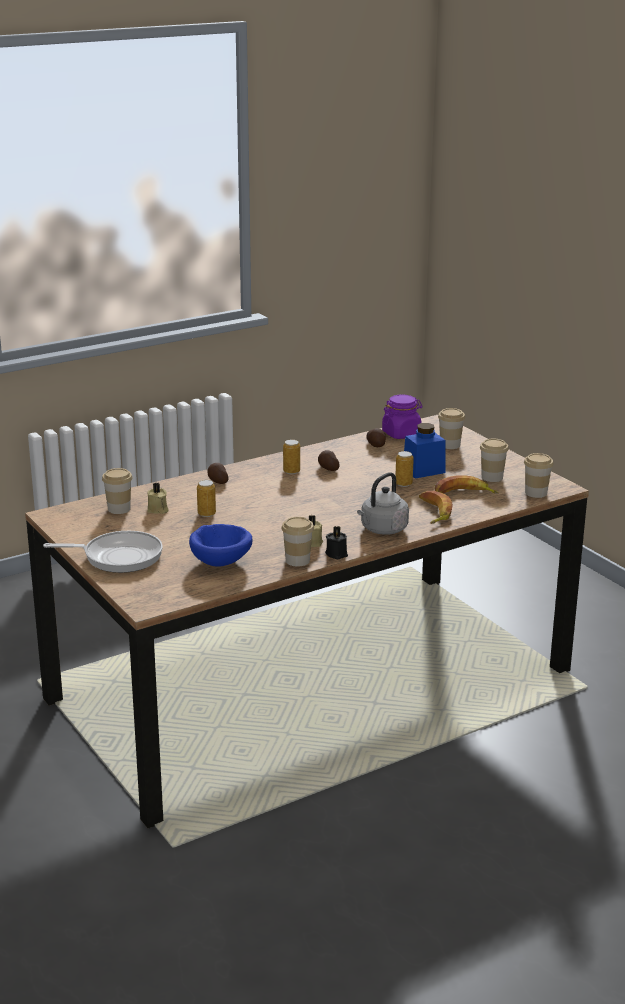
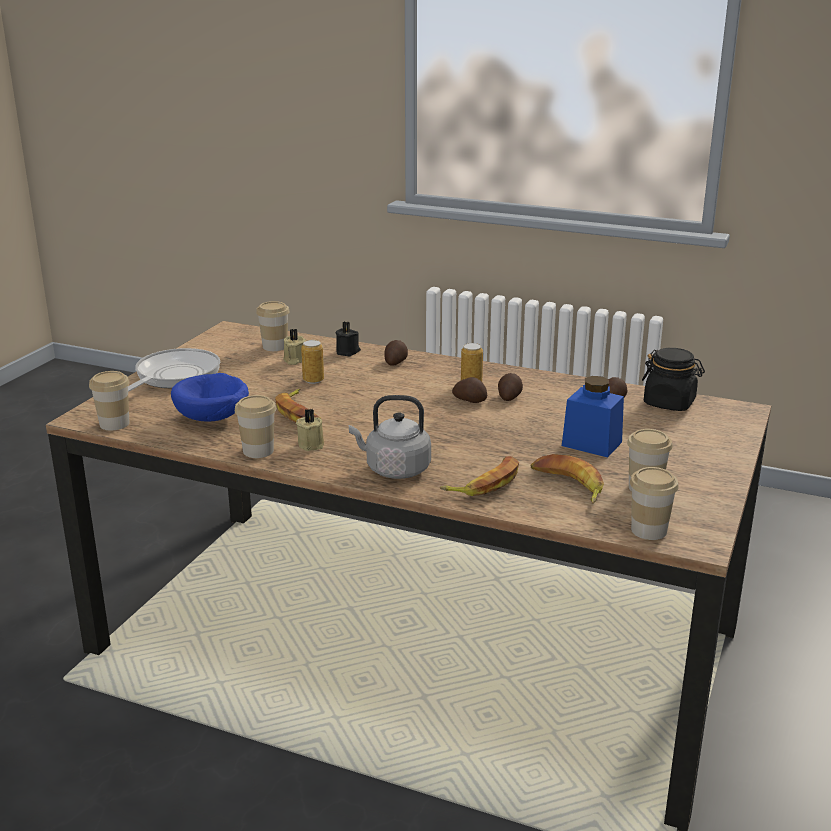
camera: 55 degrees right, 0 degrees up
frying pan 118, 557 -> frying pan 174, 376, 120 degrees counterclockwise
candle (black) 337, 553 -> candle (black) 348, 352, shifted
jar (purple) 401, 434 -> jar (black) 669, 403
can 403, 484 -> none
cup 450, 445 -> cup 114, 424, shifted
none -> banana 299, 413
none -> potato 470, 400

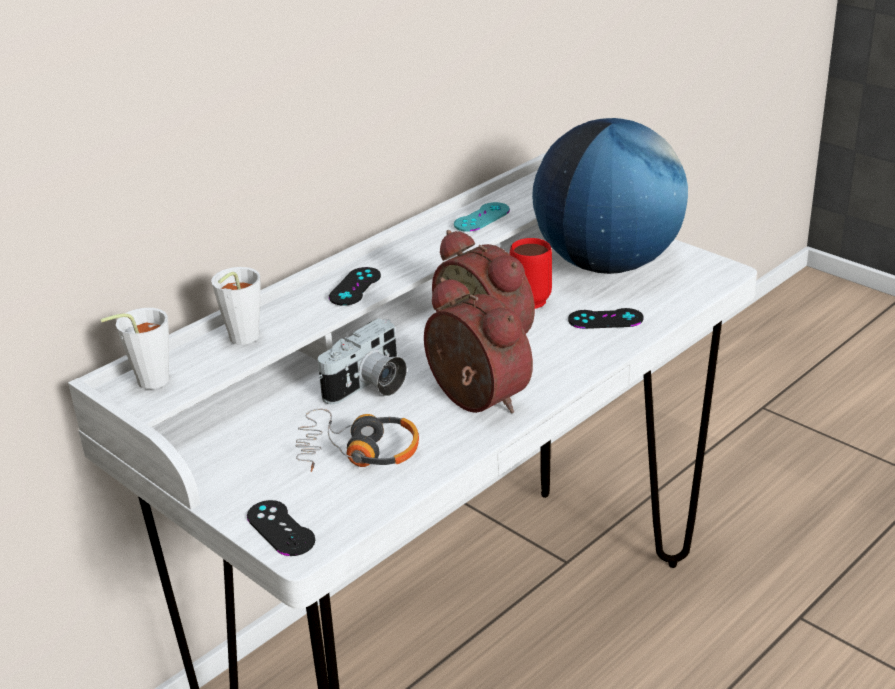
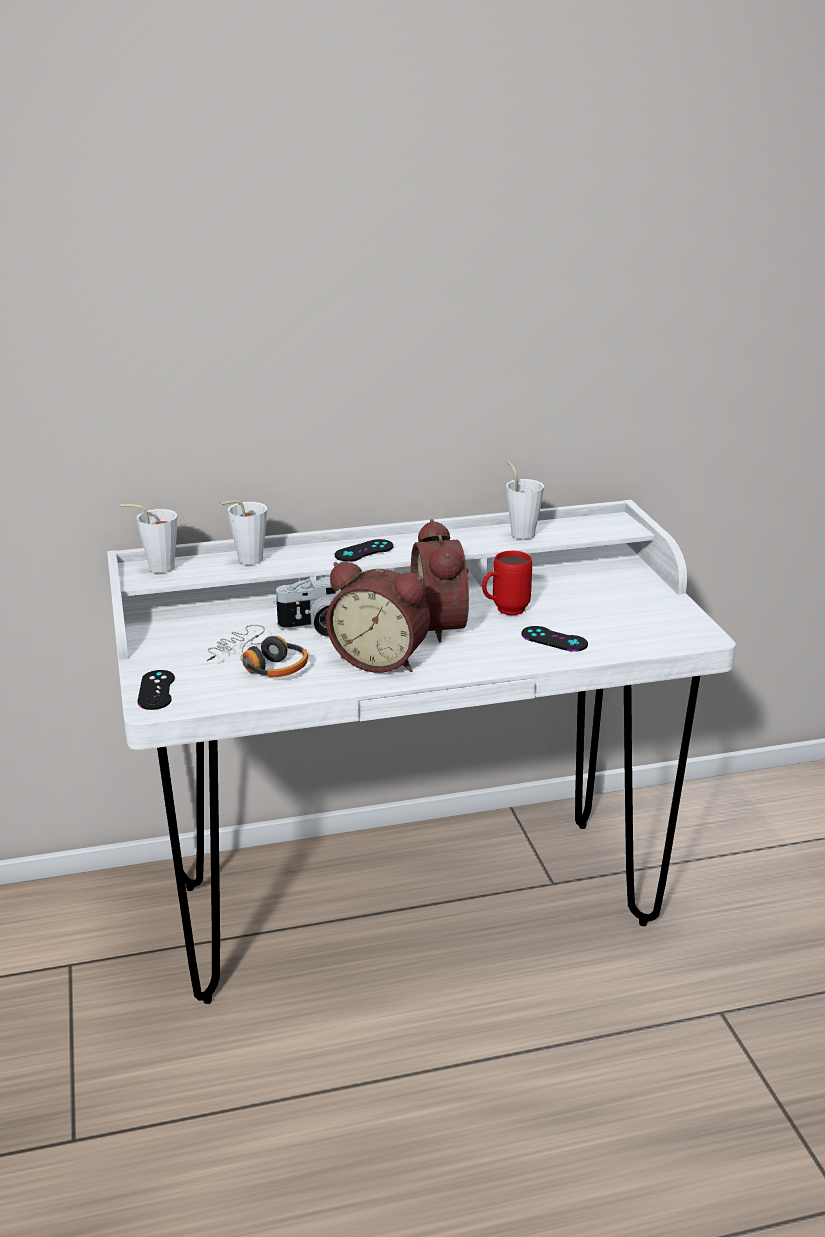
camera: 30 degrees right, 5 degrees down
alarm clock 473, 400 -> alarm clock 381, 659, 120 degrees clockwise
game controller (turquoise) 482, 217 -> cup (white) 520, 532
globe 607, 264 -> none

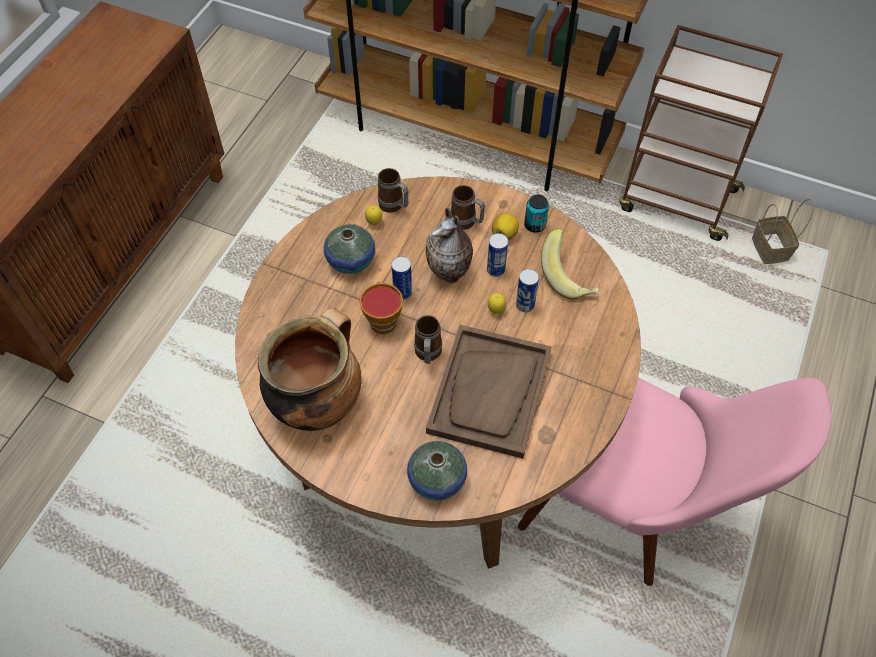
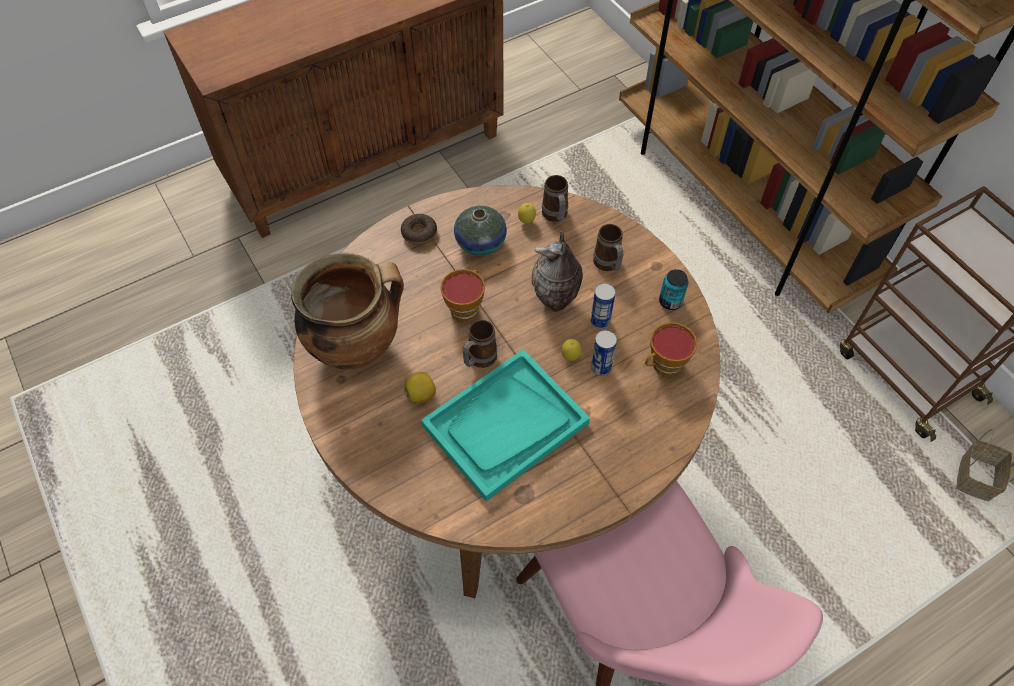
camera: 35 degrees right, 0 degrees up
can 402, 293 -> none
vase 437, 479 -> none
tray (brown) 490, 392 -> tray (turquoise) 505, 425
lemon 504, 234 -> lemon 421, 394, shifted
banana 569, 277 -> cup 664, 366
none -> donut 419, 233

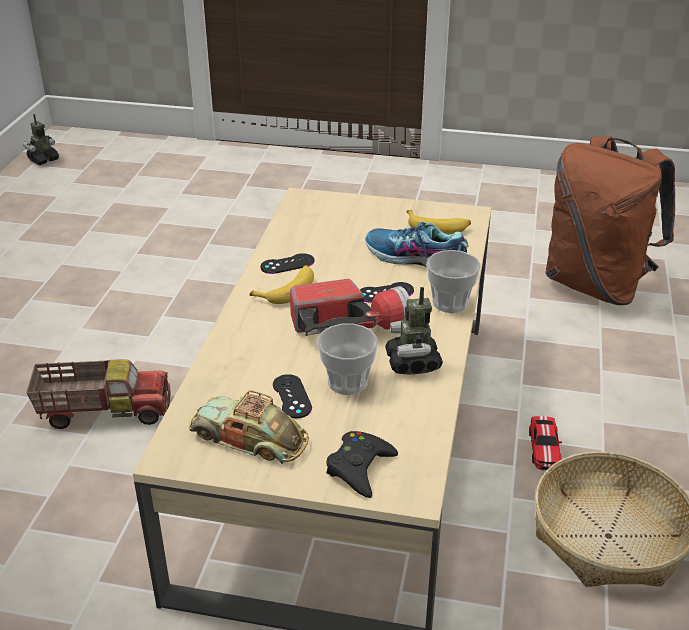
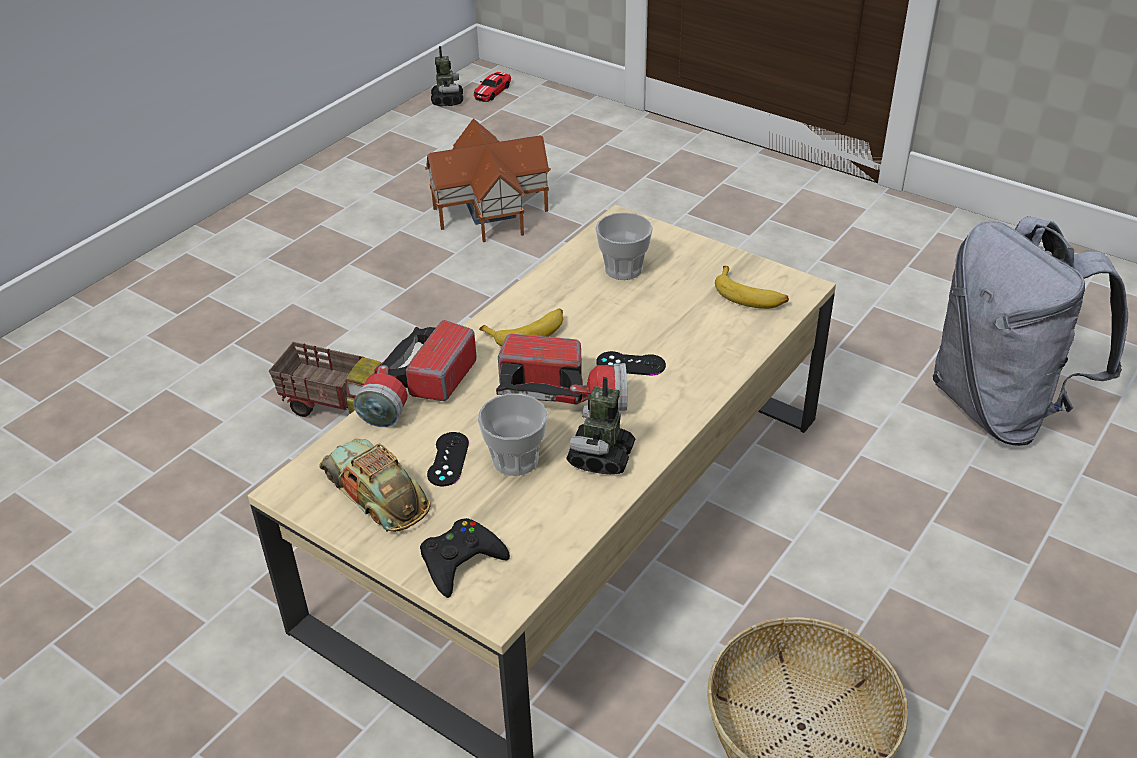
camera: 25 degrees right, 5 degrees up
toy robot 43, 160 -> toy robot 447, 101, 105 degrees clockwise
game controller (black) 287, 264 -> none
shoe 416, 260 -> none
cup 450, 303 -> cup 623, 269, shifted
toy car 544, 447 -> toy car 492, 91, shifted
backpack (brown) 596, 285 -> backpack (grey) 1000, 408
none -> flashlight 418, 390
none -> toy house 492, 209

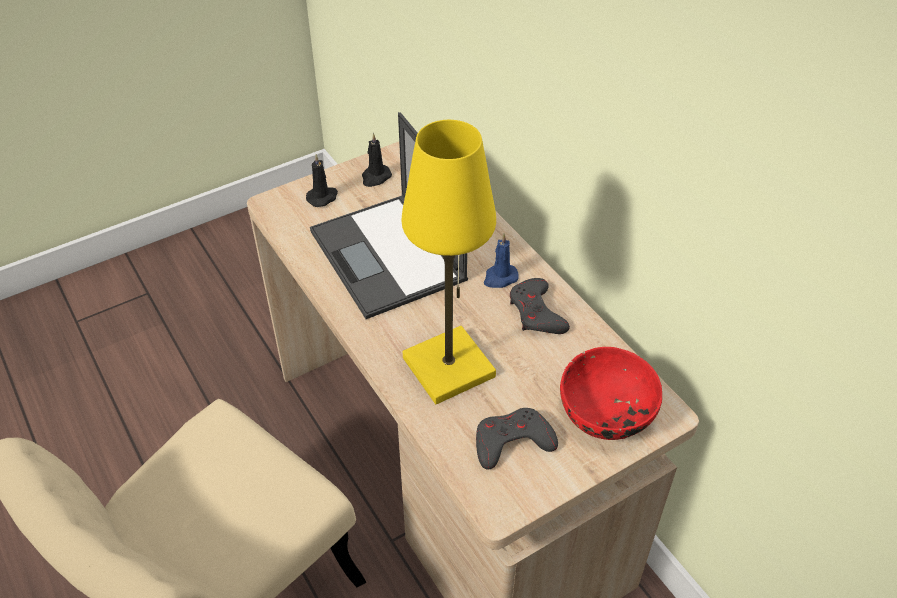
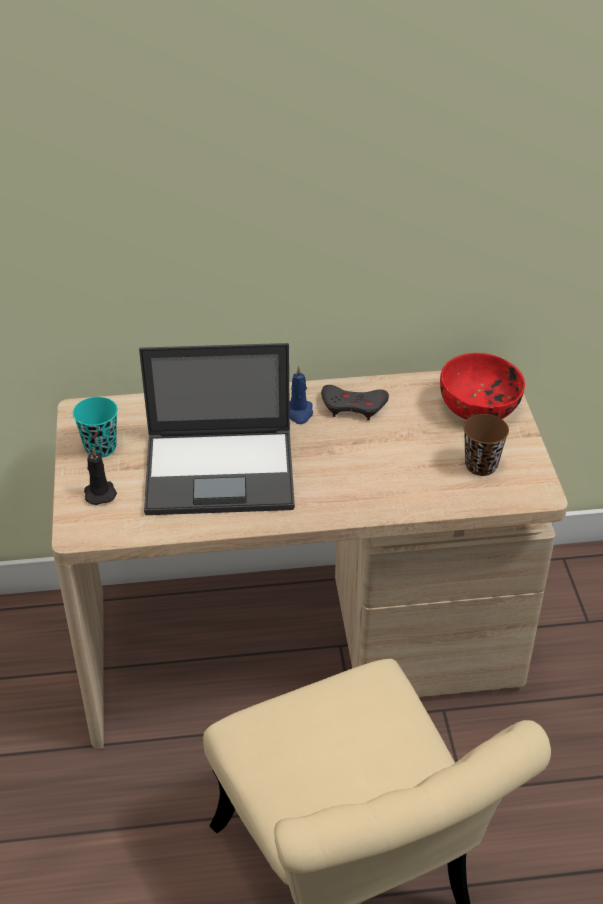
camera: 65 degrees left, 5 degrees down
candle (black) 375, 177 -> cup (turquoise) 100, 448
table lamp (yellow) 448, 367 -> none
game controller (grey) 512, 442 -> cup (brown) 481, 465

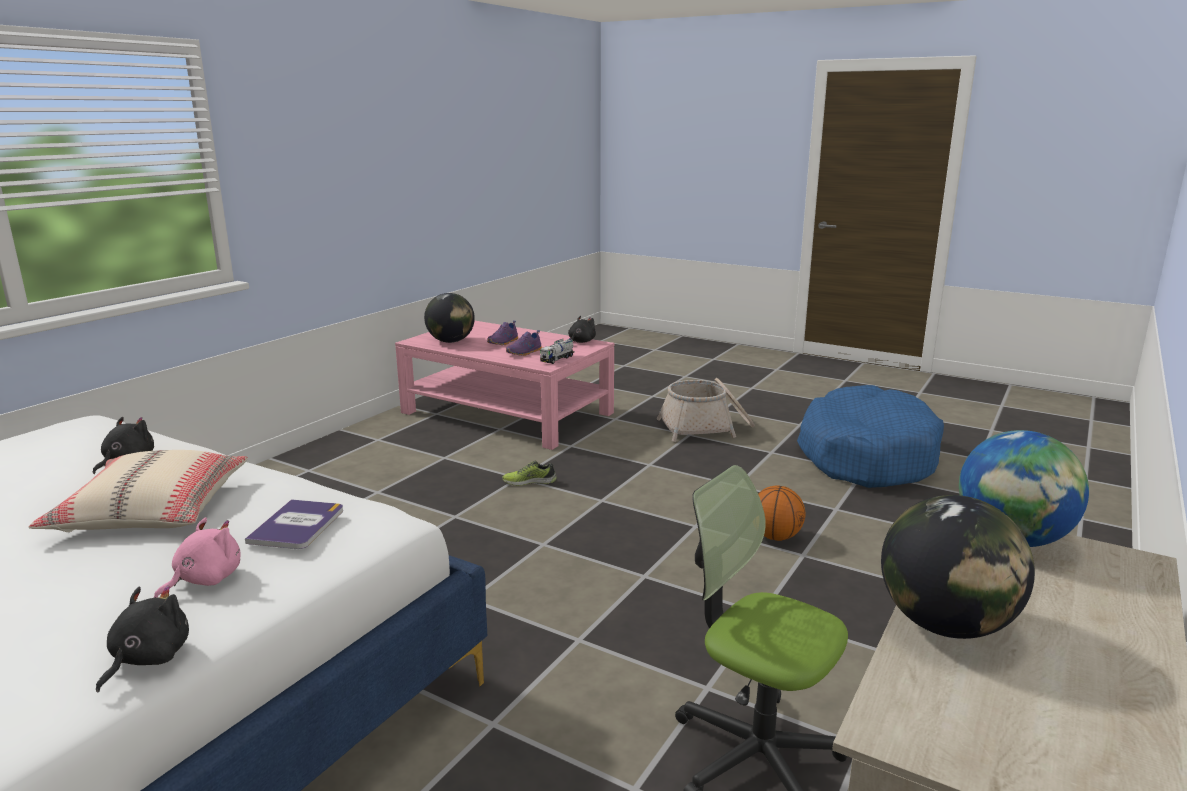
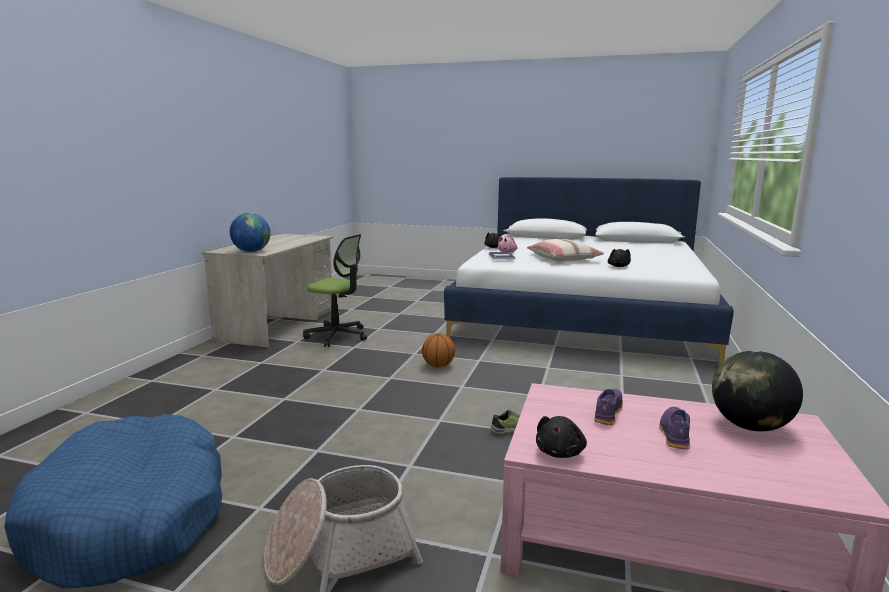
camera: 165 degrees right, 5 degrees down
toy truck 557, 359 -> none
basketball 775, 537 -> basketball 438, 366, shifted
globe 945, 625 -> none

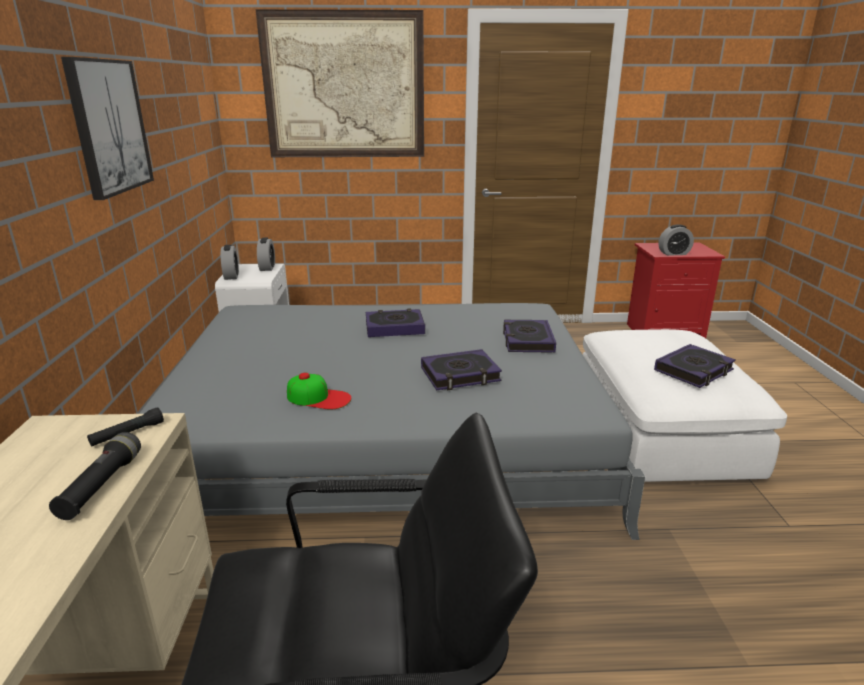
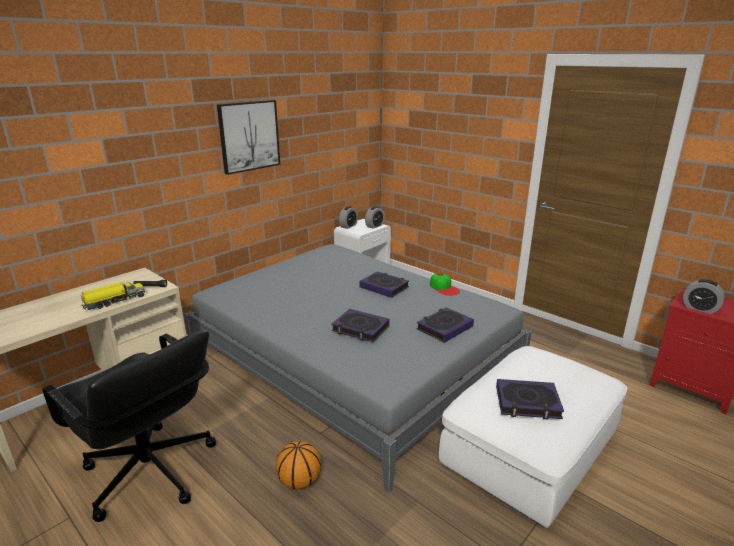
camera: 45 degrees right, 0 degrees up
flashlight (black) 101, 486 -> toy truck 114, 301
picture 344, 86 -> none
cap 318, 397 -> cap 444, 288, shifted
none -> basketball 299, 481

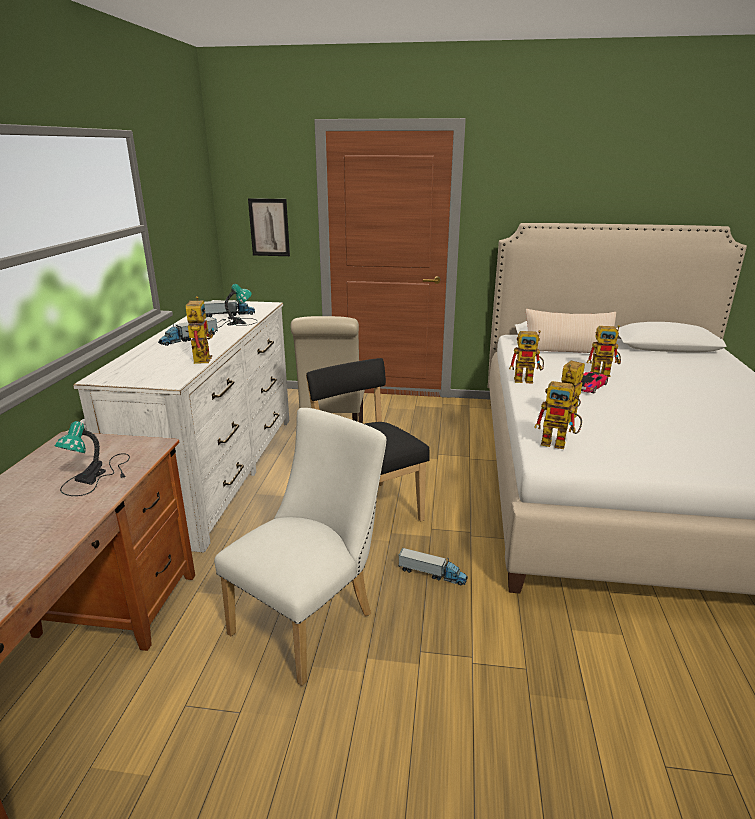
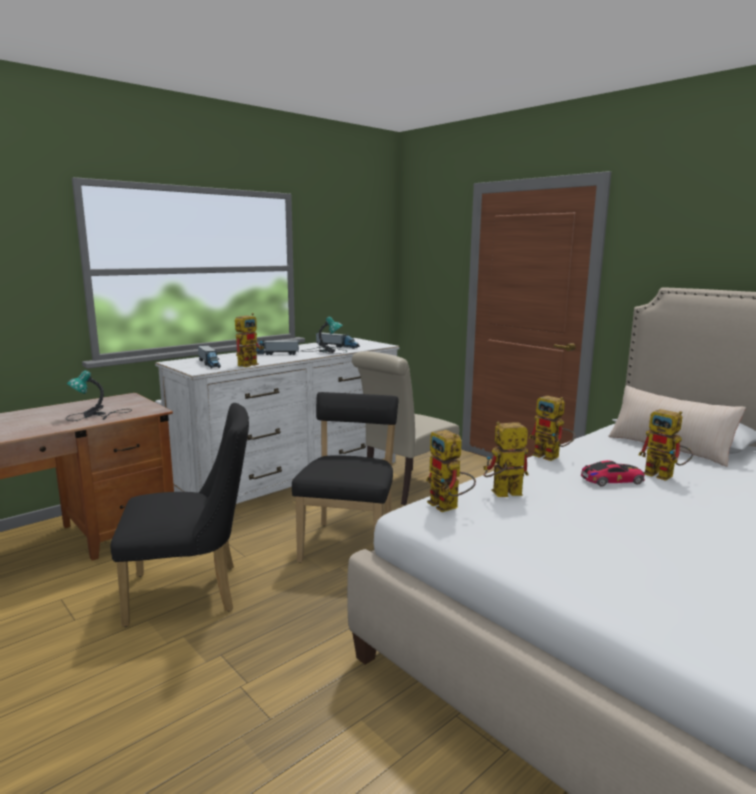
camera: 40 degrees right, 10 degrees down
chair (white) 310, 619 -> chair (black) 193, 592
picture 269, 227 -> none
toy truck 432, 574 -> toy truck 209, 364, shifted

